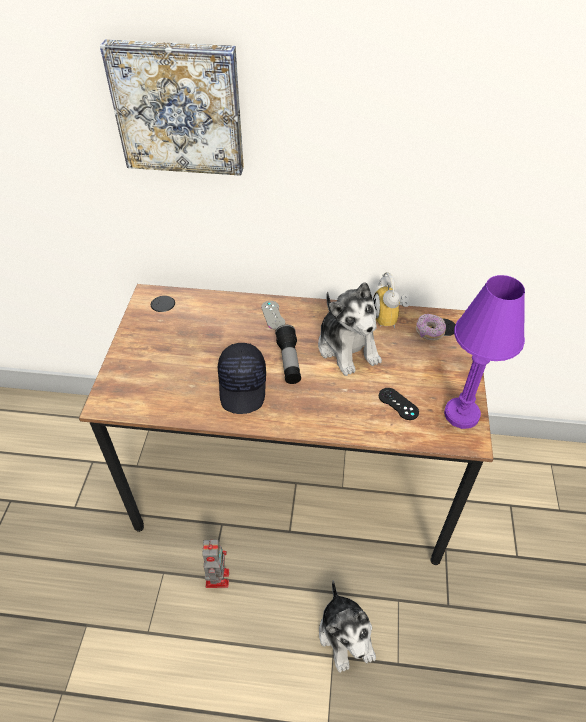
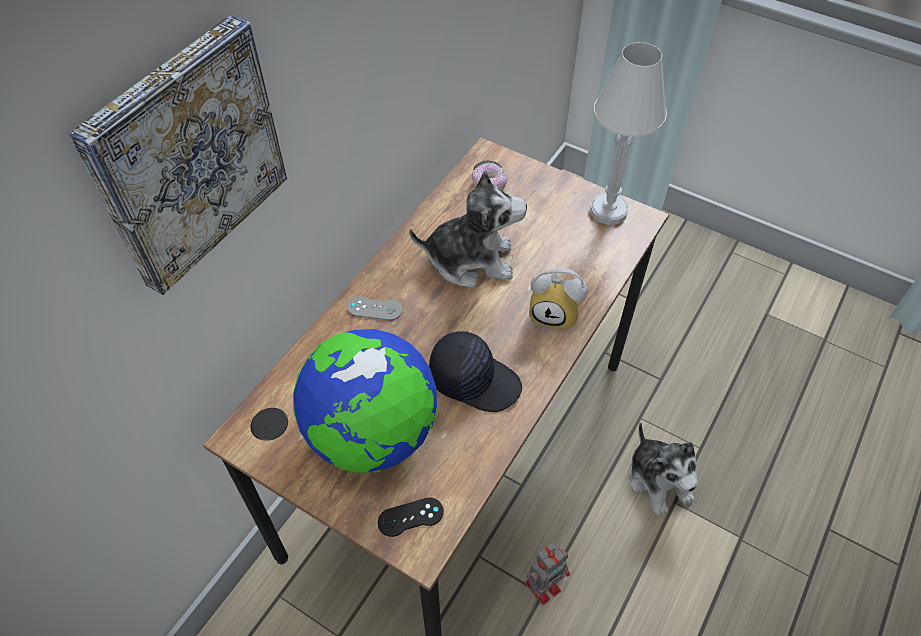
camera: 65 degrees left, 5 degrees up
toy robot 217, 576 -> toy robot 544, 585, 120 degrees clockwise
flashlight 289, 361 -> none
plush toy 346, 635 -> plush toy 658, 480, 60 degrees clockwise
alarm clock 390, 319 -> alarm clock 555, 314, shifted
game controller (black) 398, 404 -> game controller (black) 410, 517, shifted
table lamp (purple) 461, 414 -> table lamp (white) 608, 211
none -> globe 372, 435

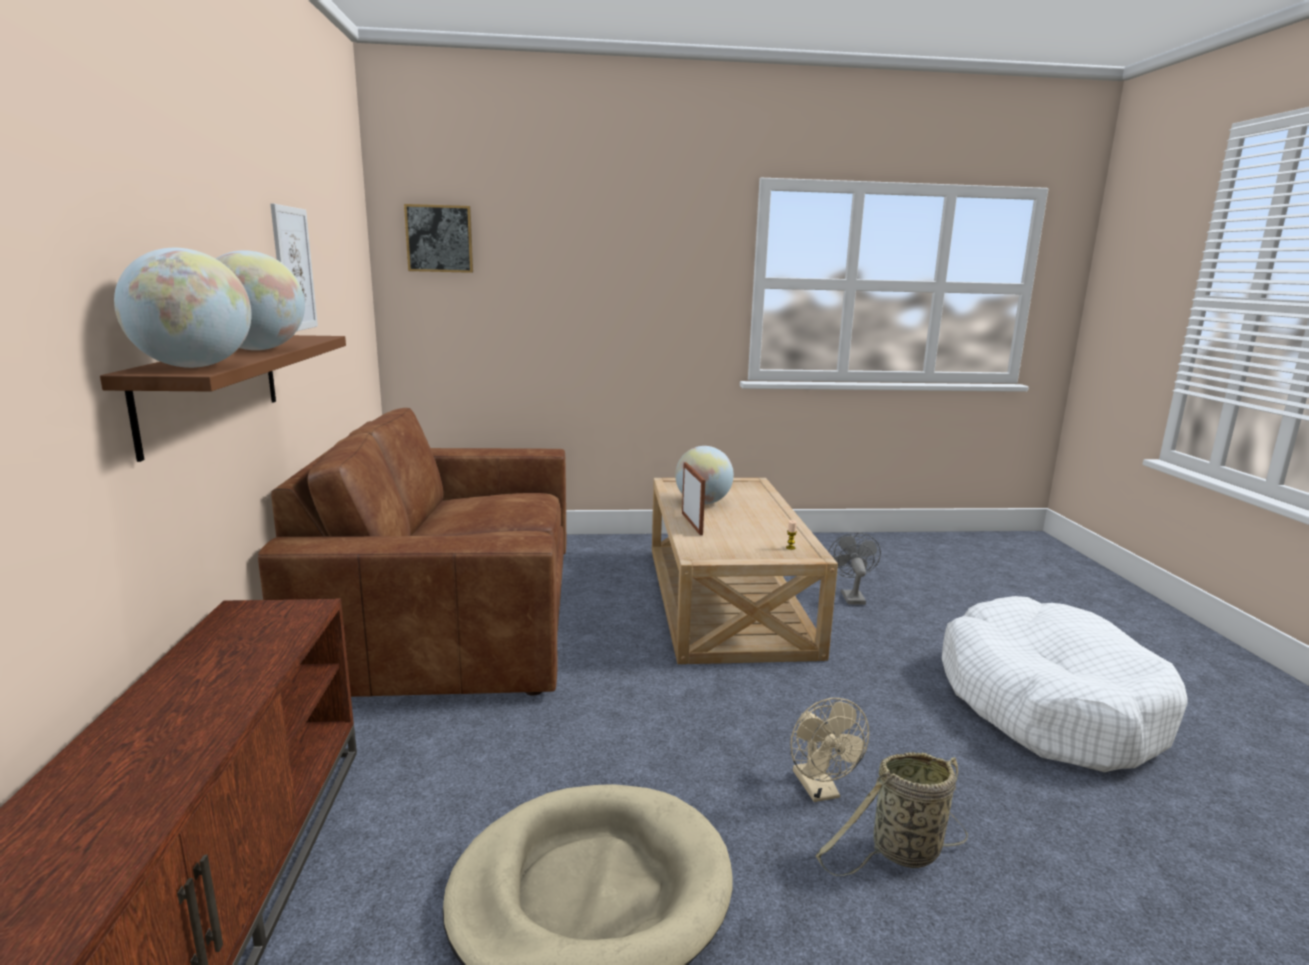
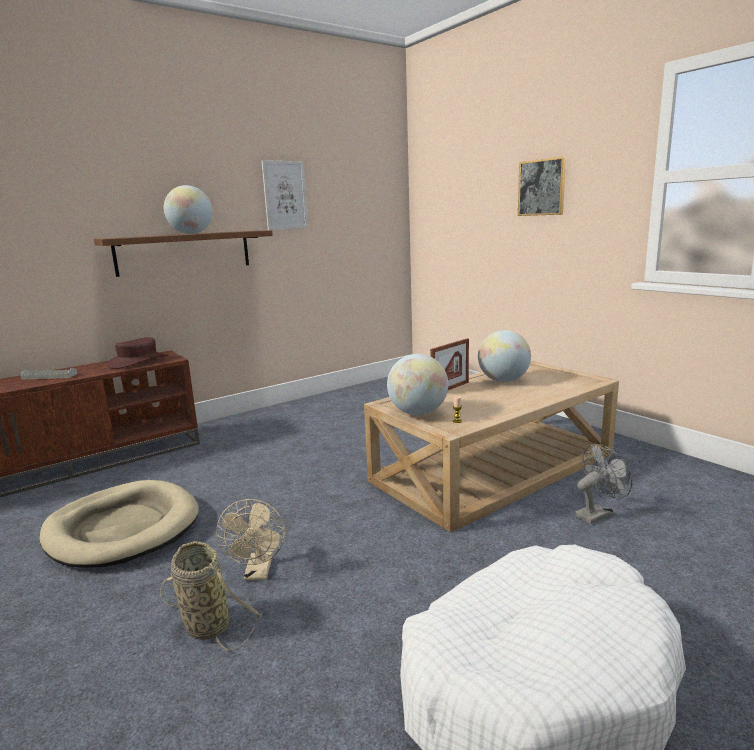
camera: 60 degrees right, 0 degrees up
globe 193, 367 -> globe 418, 413, shifted
sofa (brown) 452, 611 -> none
picture 439, 238 -> picture 541, 187, shifted
fan (beige) 820, 790 -> fan (beige) 258, 573, 45 degrees counterclockwise
none -> tray (grey) 49, 376
none -> hat (brown) 138, 361

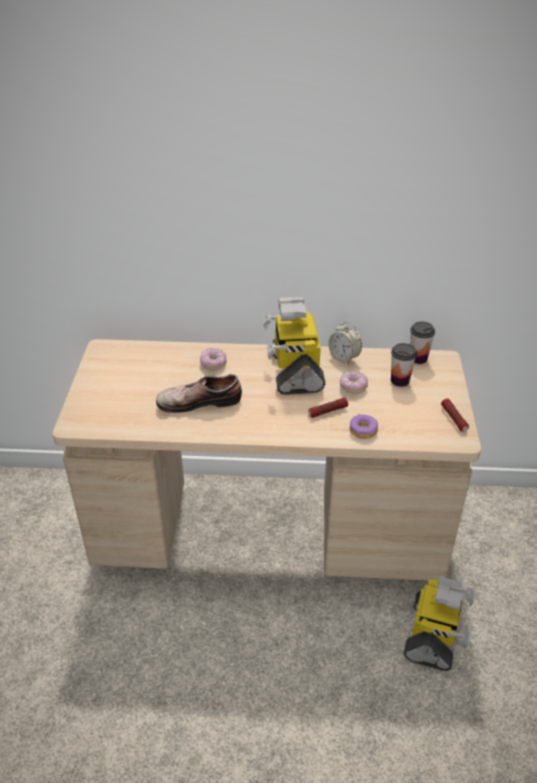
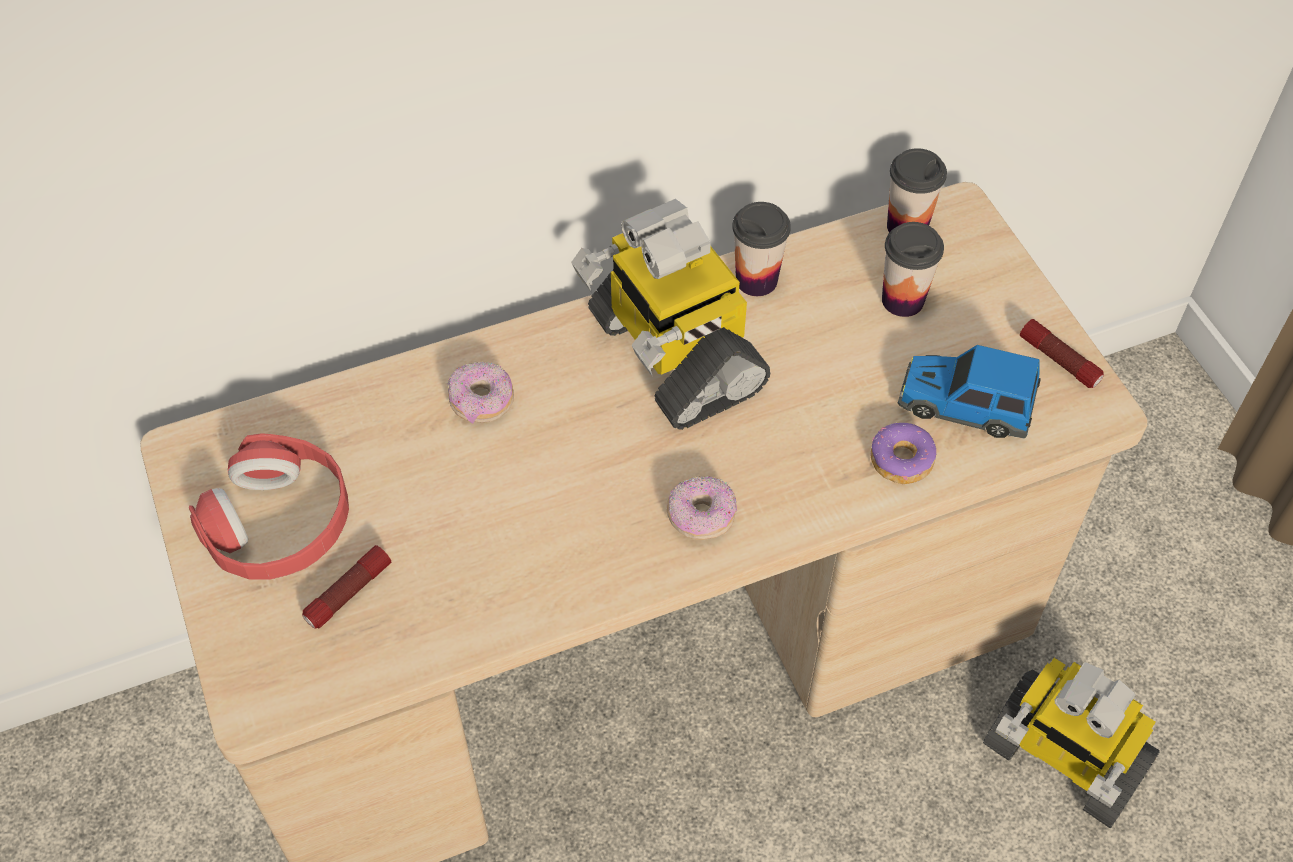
camera: 25 degrees left, 15 degrees up
shoe 199, 400 -> none
flashlight 327, 411 -> flashlight 348, 593, shifted
alarm clock 344, 358 -> cup 756, 280
donut 353, 387 -> donut 701, 517, shifted
toy robot 433, 636 -> toy robot 1062, 757, 135 degrees clockwise
none -> headphones (red) 278, 522
none -> toy car 964, 405

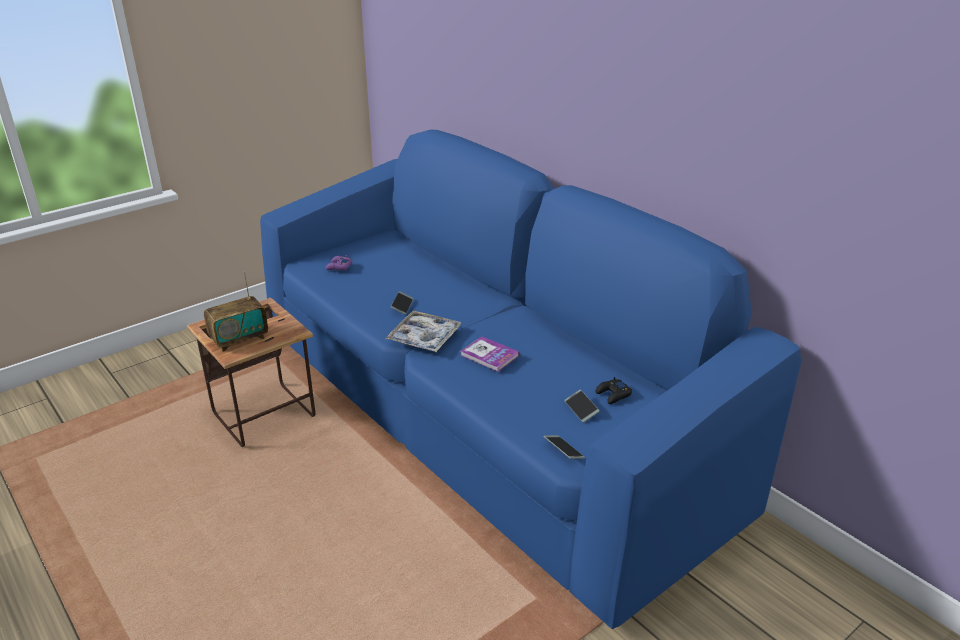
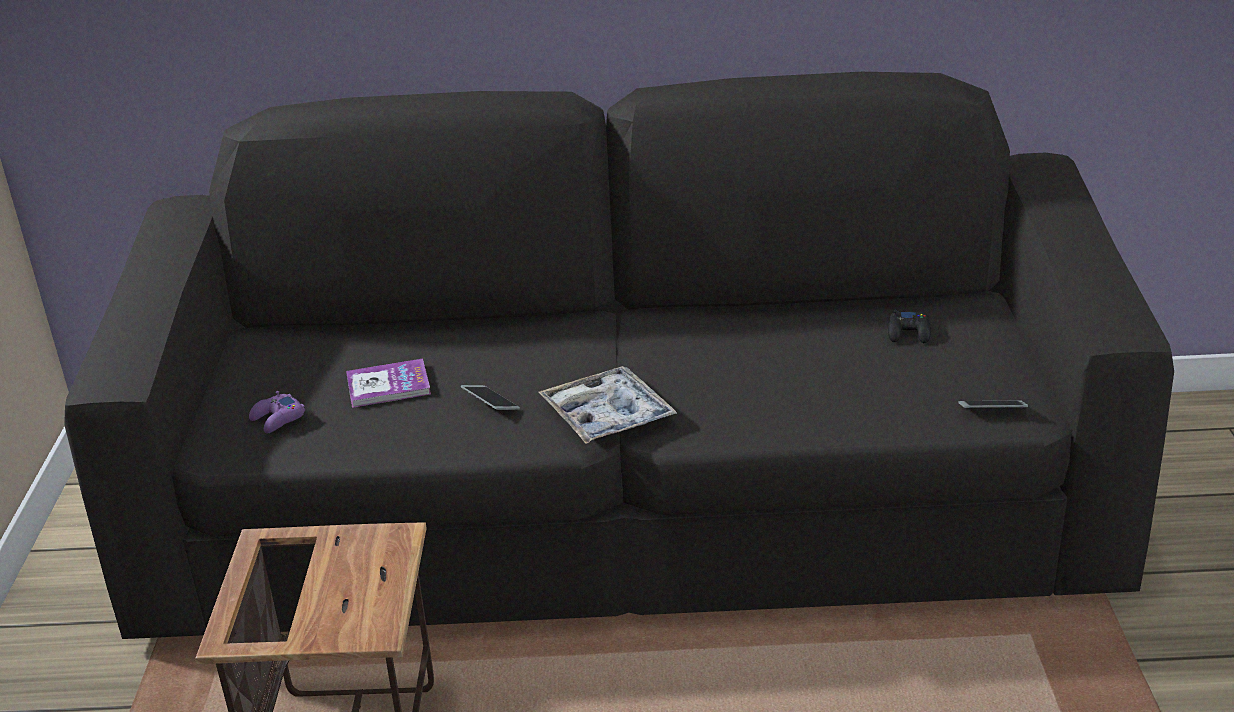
camera: 50 degrees left, 0 degrees up
radio 239, 339 -> none
sofa (blue) 482, 415 -> sofa (black) 629, 519
book 489, 355 -> book 388, 386, shifted
phone 581, 409 -> none

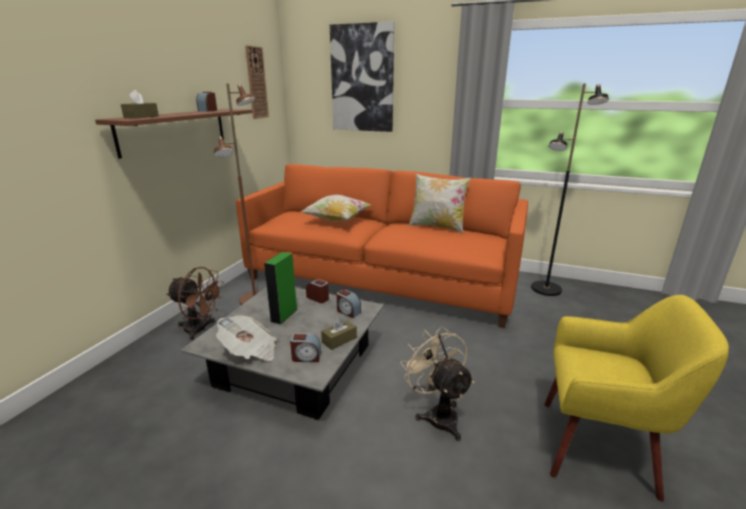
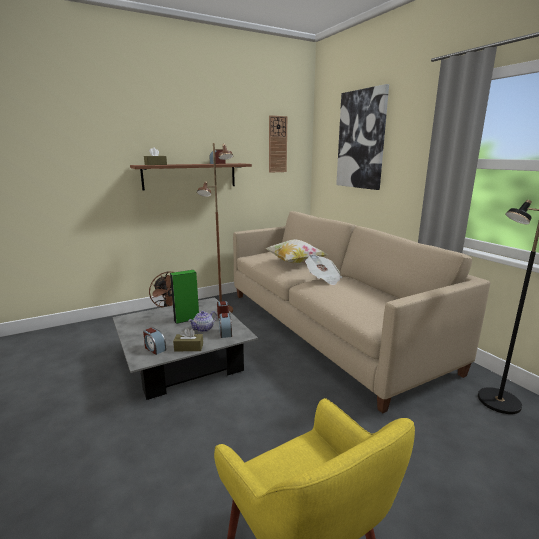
camera: 40 degrees right, 5 degrees down
newspaper 250, 351 -> newspaper 323, 279, shifted
sofa (orange) 381, 279 -> sofa (beige) 327, 327
fan (beige) 438, 414 -> none
pillow 437, 227 -> none
none -> teapot 204, 329

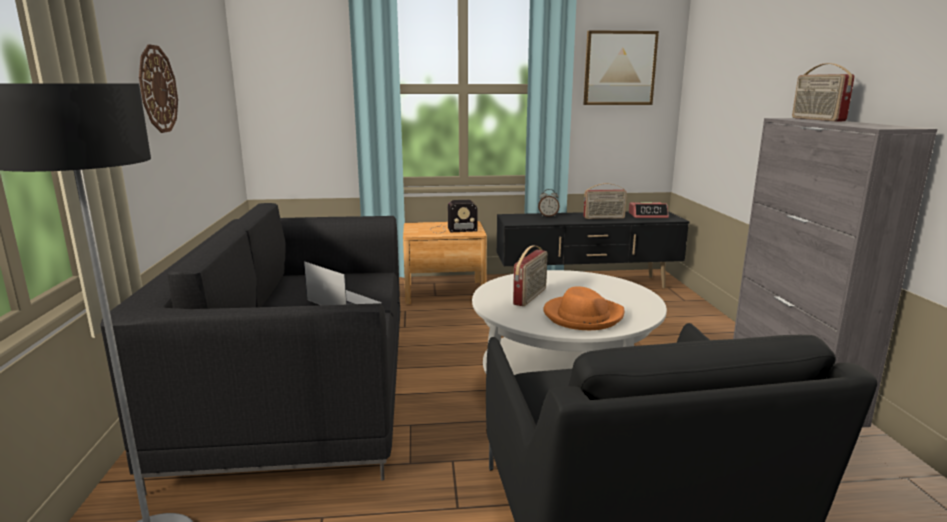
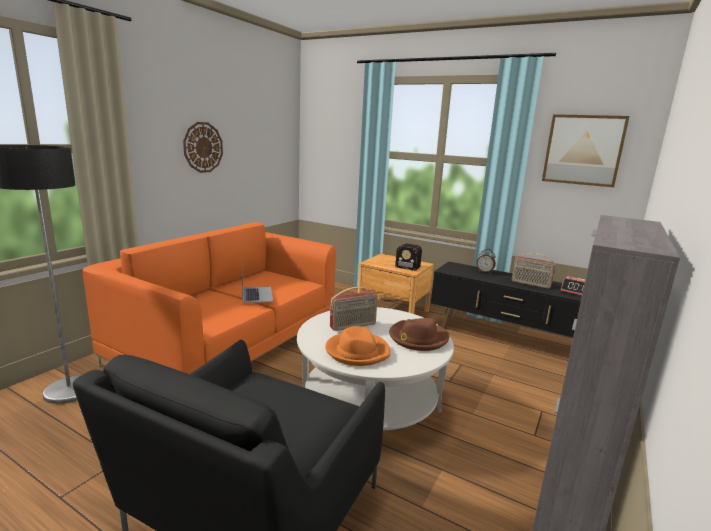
camera: 35 degrees right, 0 degrees up
sofa (black) 301, 387 -> sofa (orange) 229, 340
radio 816, 119 -> none
none -> hat (brown) 417, 338

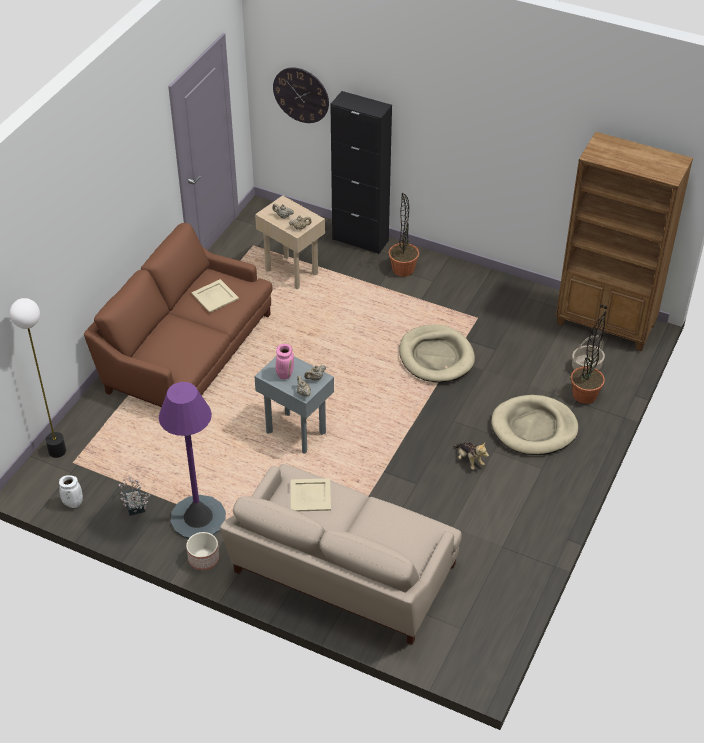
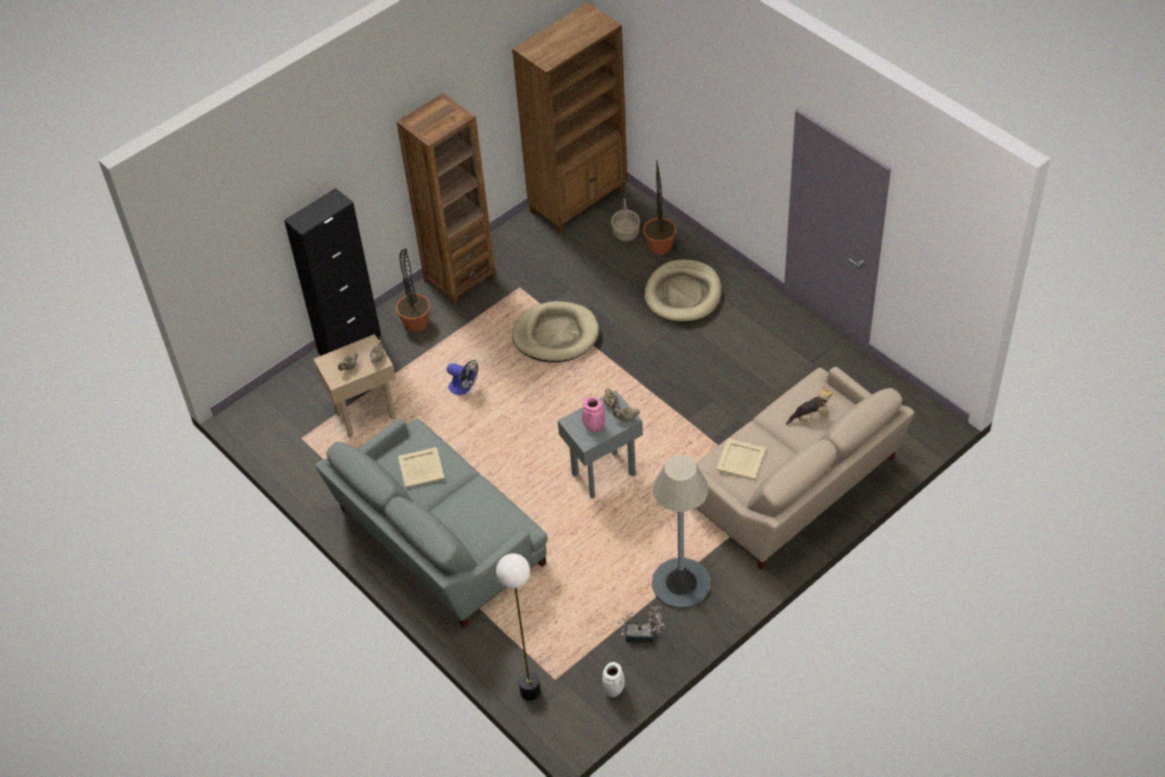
camera: 65 degrees left, 5 degrees up
sofa (brown) 186, 351 -> sofa (grey) 437, 539
floor lamp (purple) 198, 518 -> floor lamp (grey) 681, 583
planter 203, 559 -> none
wall clock 301, 95 -> none
plush toy 469, 460 -> plush toy 810, 418, shifted
none -> bookcase (brown) 459, 278
none -> fan 464, 388

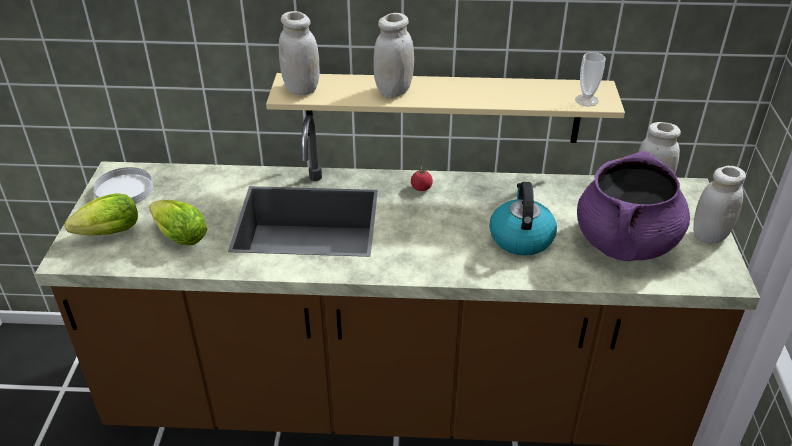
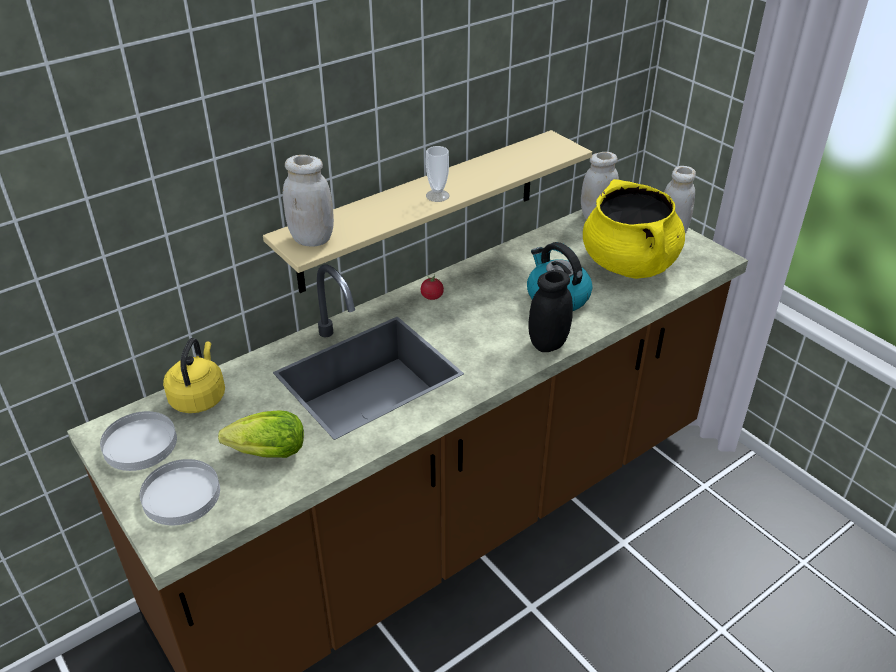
camera: 40 degrees left, 0 degrees up
lettuce 106, 234 -> plate (white) 182, 495
jar (white) 394, 91 -> none
cup 586, 100 -> cup 437, 196, shifted
cooking pot (purple) 625, 243 -> cooking pot (yellow) 629, 264
none -> kettle (yellow) 199, 397
none -> jar (black) 548, 344

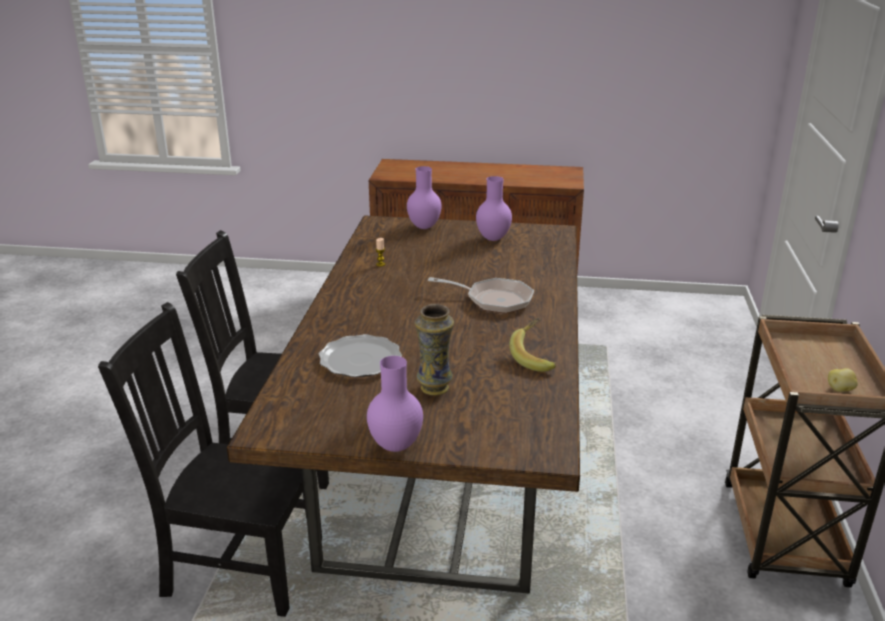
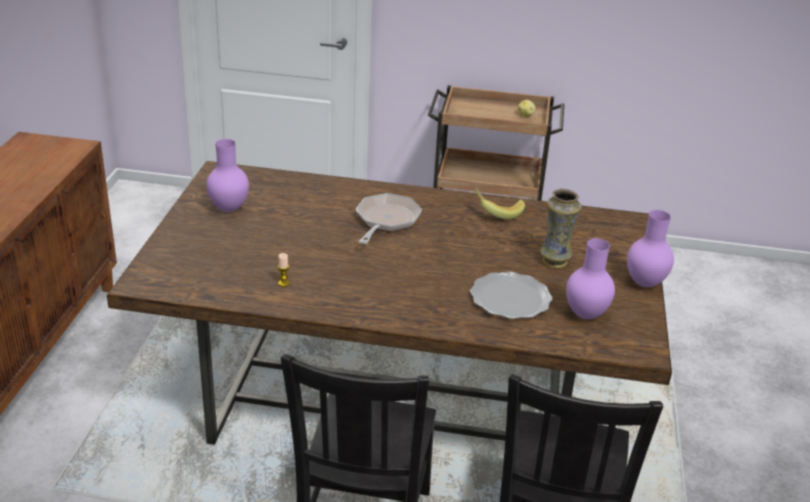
camera: 90 degrees left, 5 degrees up
vase (purple) 424, 227 -> vase (purple) 584, 314, shifted

